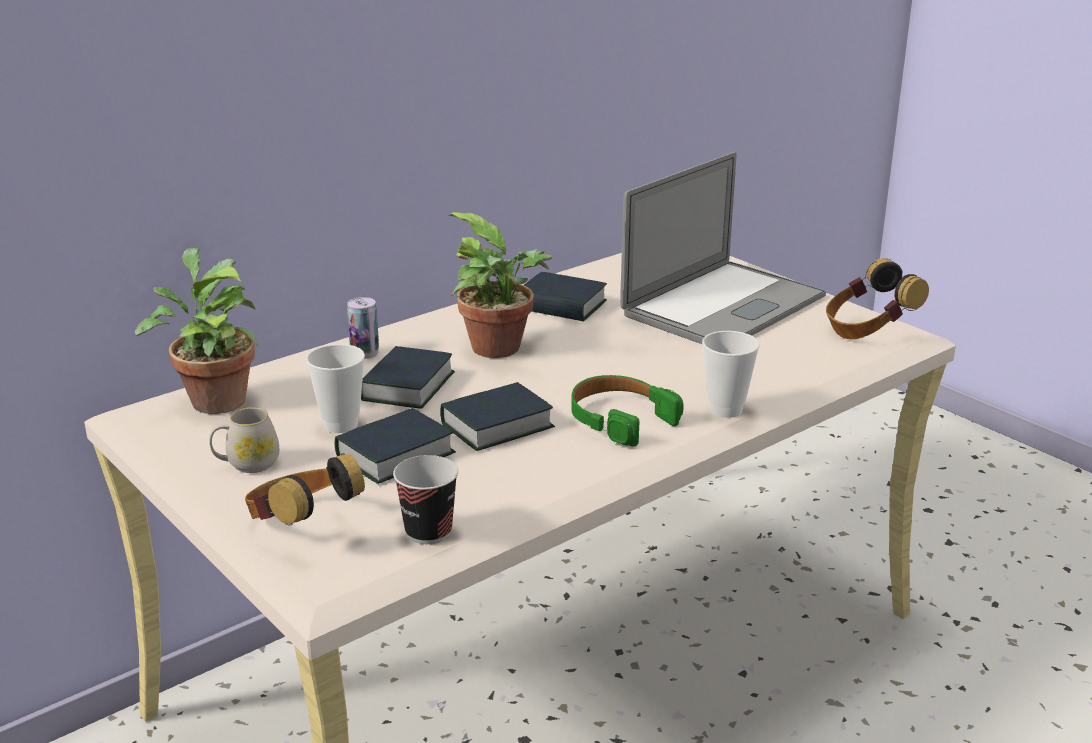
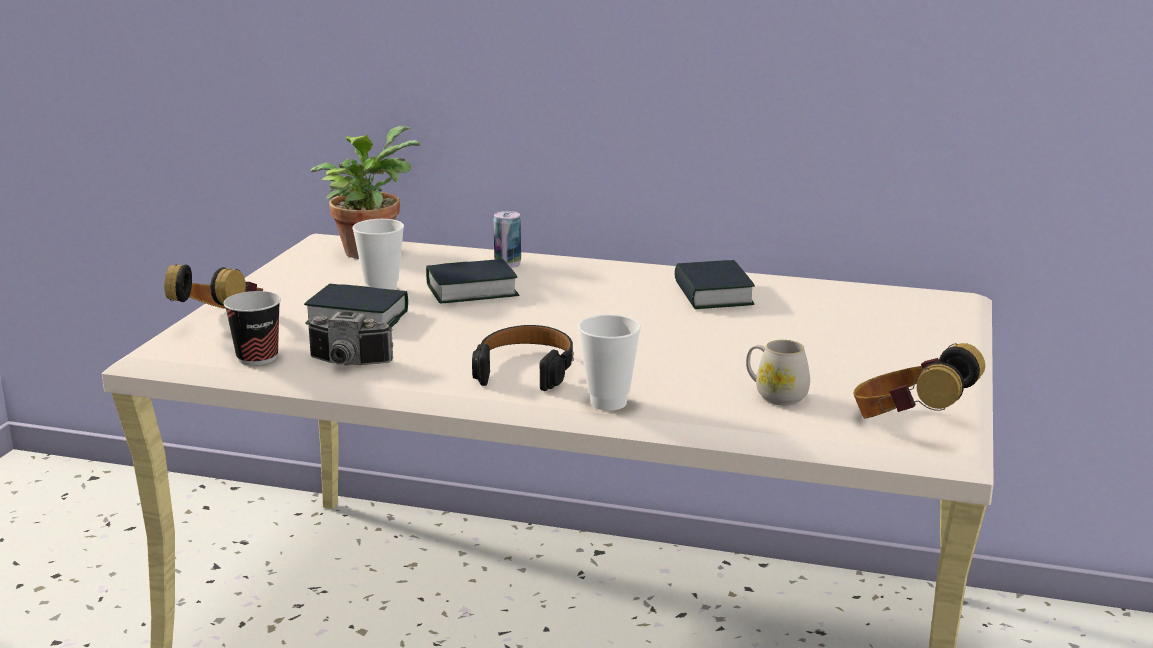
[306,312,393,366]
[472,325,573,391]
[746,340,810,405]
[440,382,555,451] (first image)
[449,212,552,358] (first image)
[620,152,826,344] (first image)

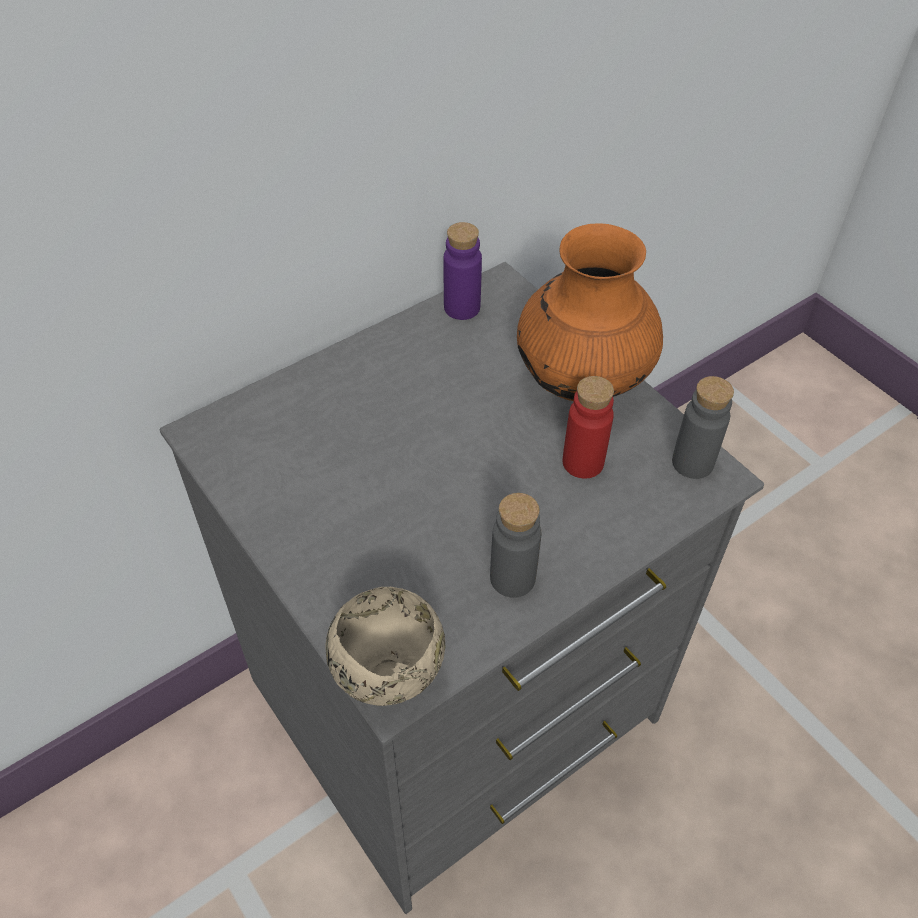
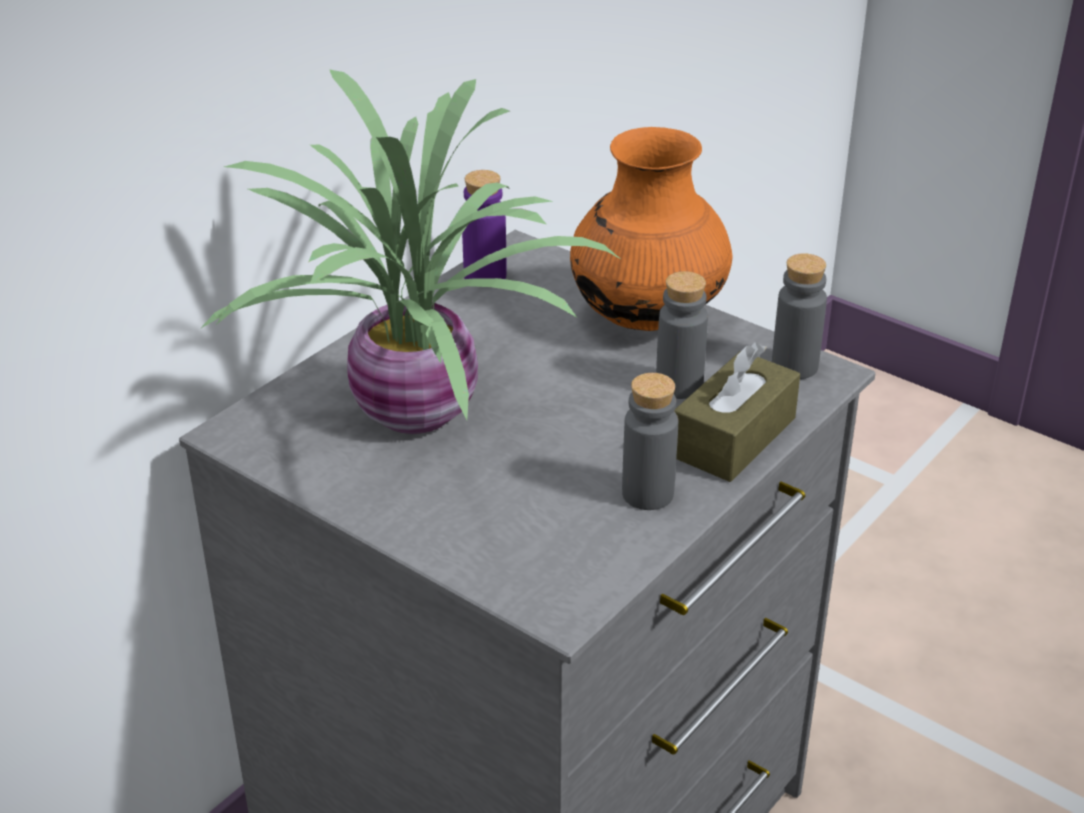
[200,69,622,434]
[656,271,708,399]
[674,342,800,482]
[325,587,445,706] (first image)

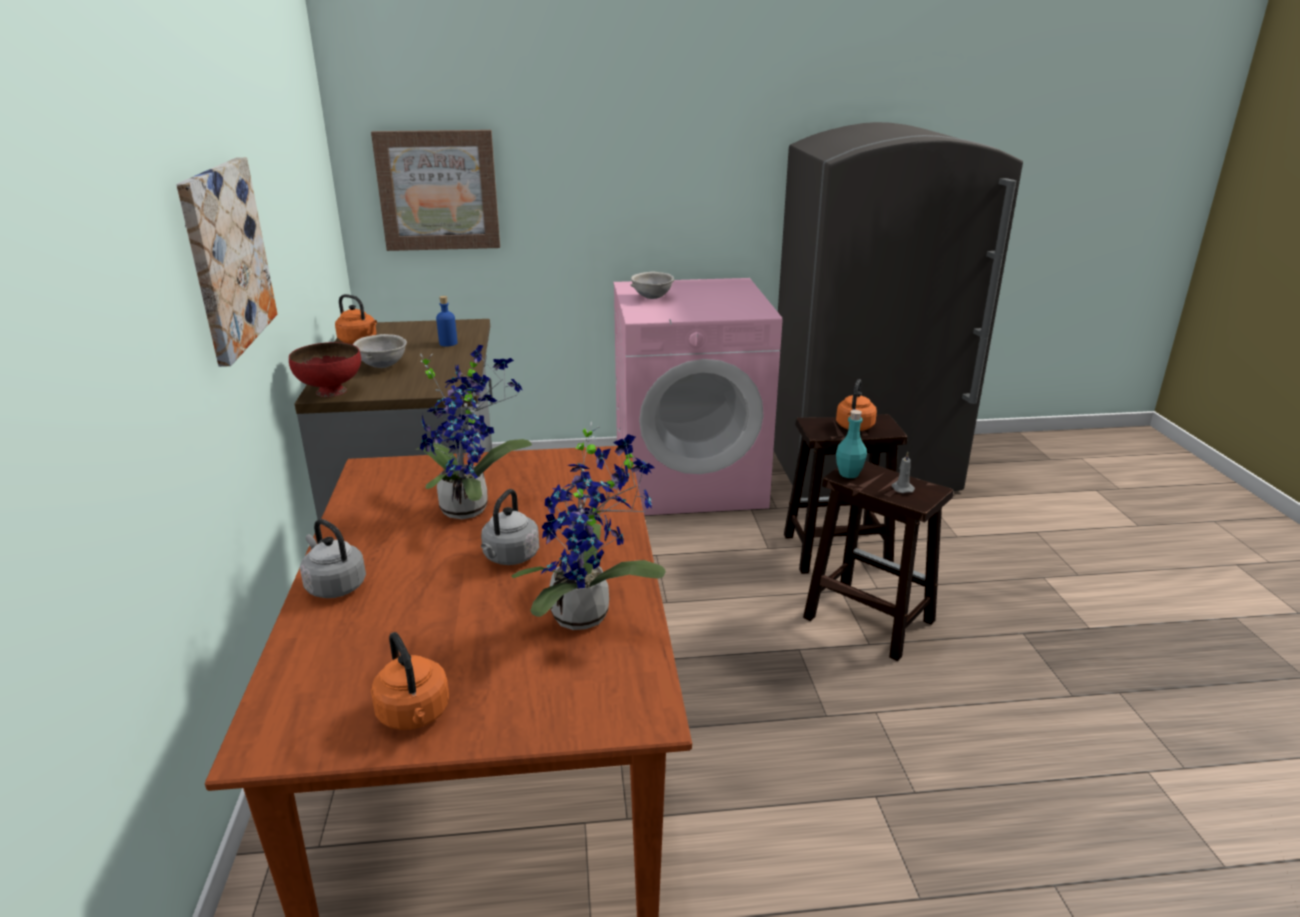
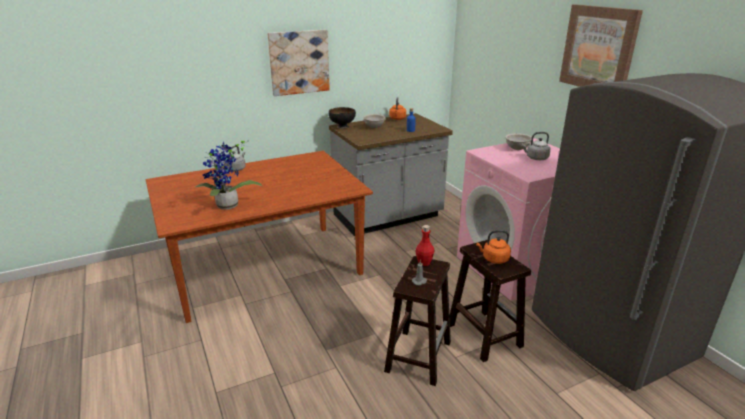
[329,107,356,129]
[416,225,435,266]
[521,132,551,160]
[559,4,643,87]
[371,632,449,730] (first image)
[415,345,532,519] (first image)

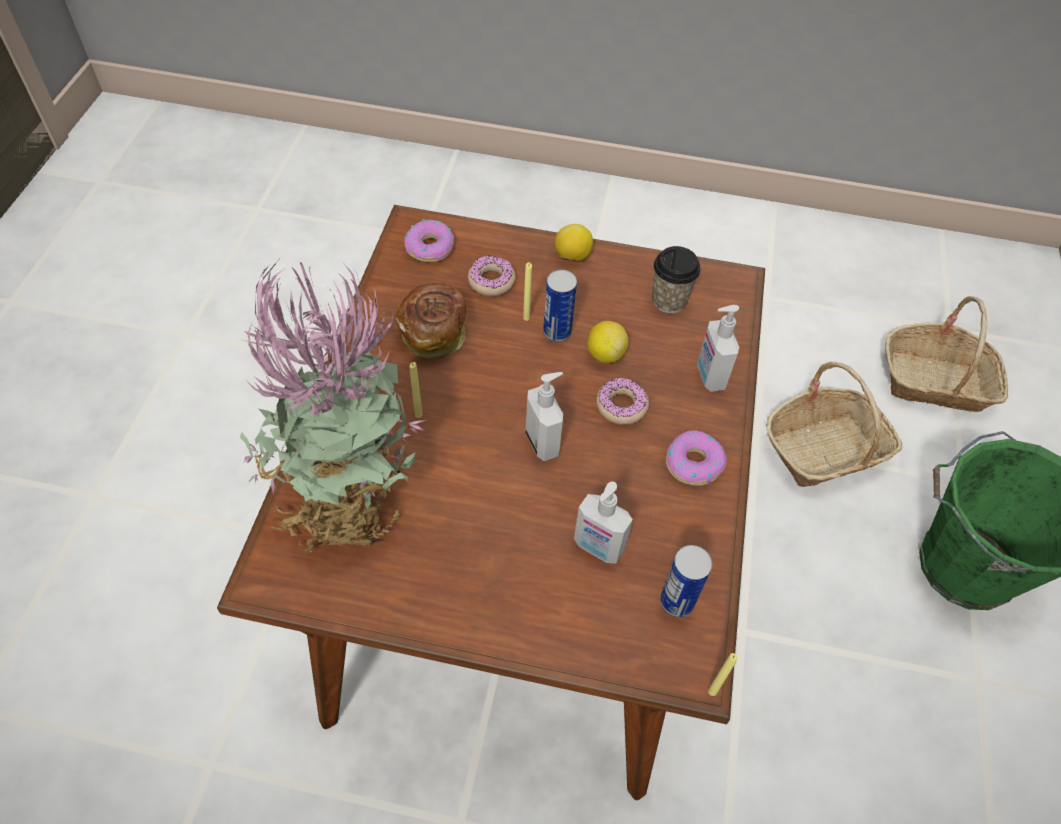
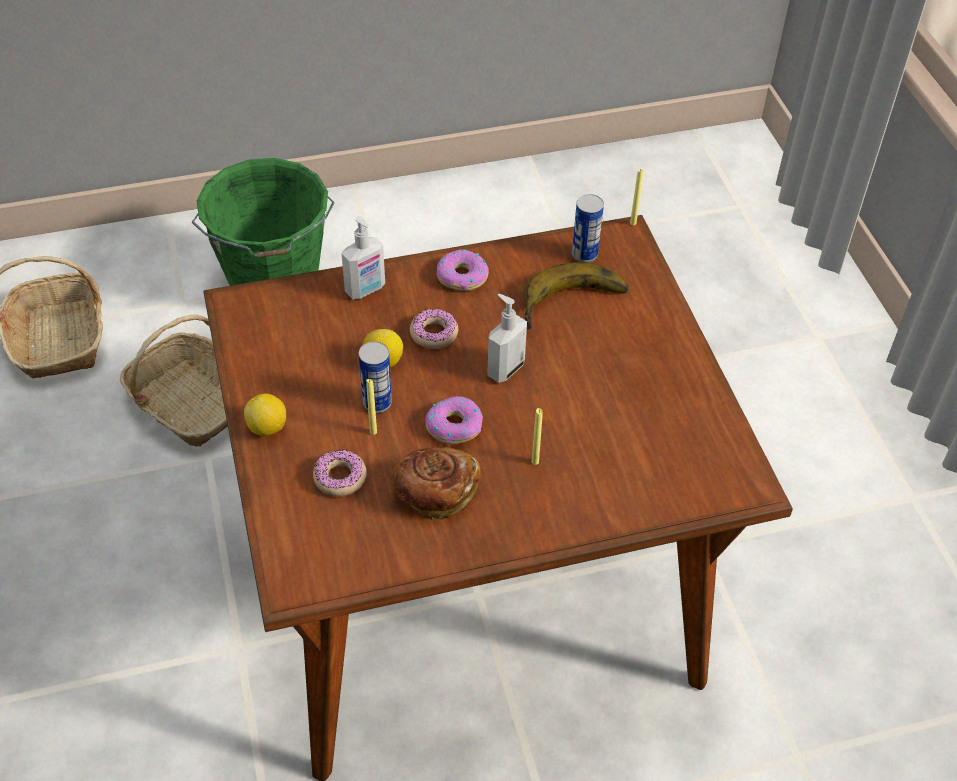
[426,396,483,444]
[523,262,628,329]
[240,261,426,553] (first image)
[652,246,701,313] (first image)

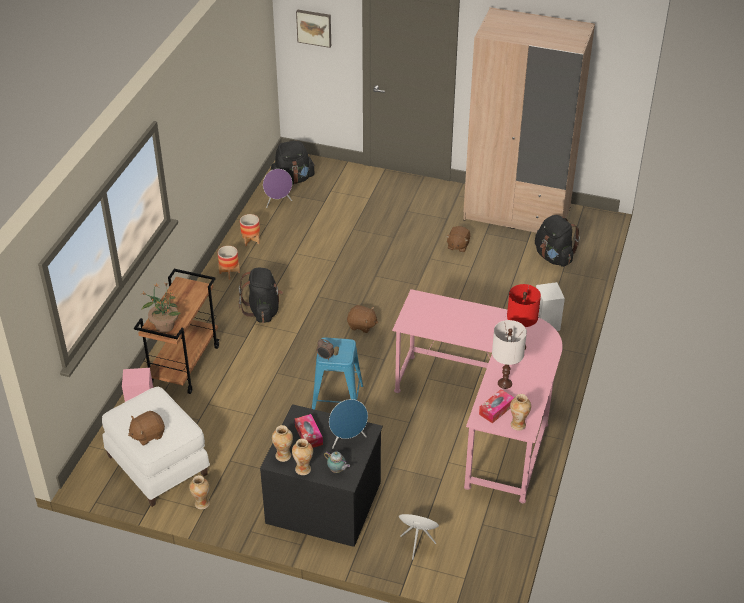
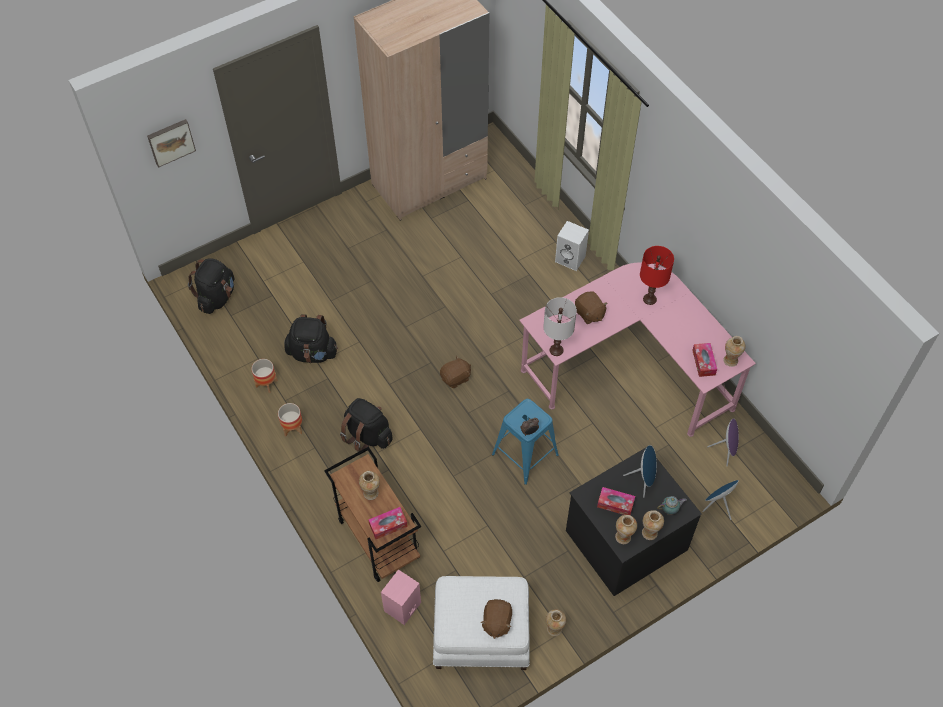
[284,314,338,363]
[359,471,380,500]
[368,507,408,539]
[543,297,577,356]
[575,291,608,324]
[707,418,739,466]

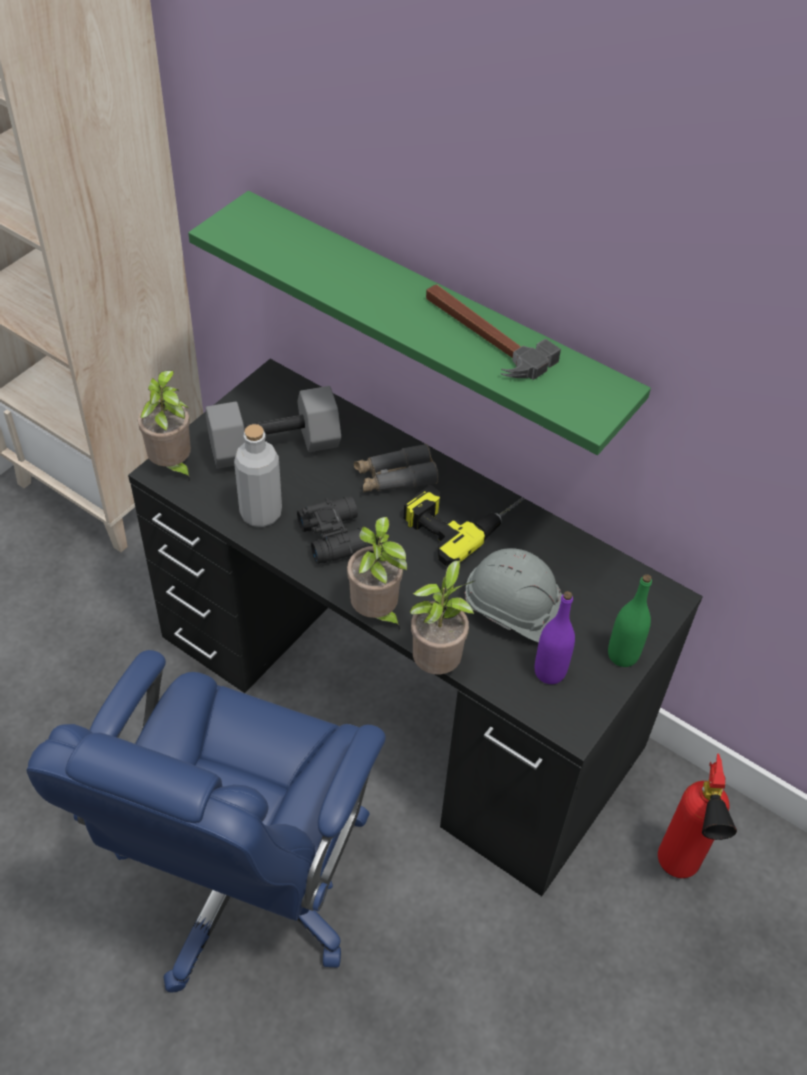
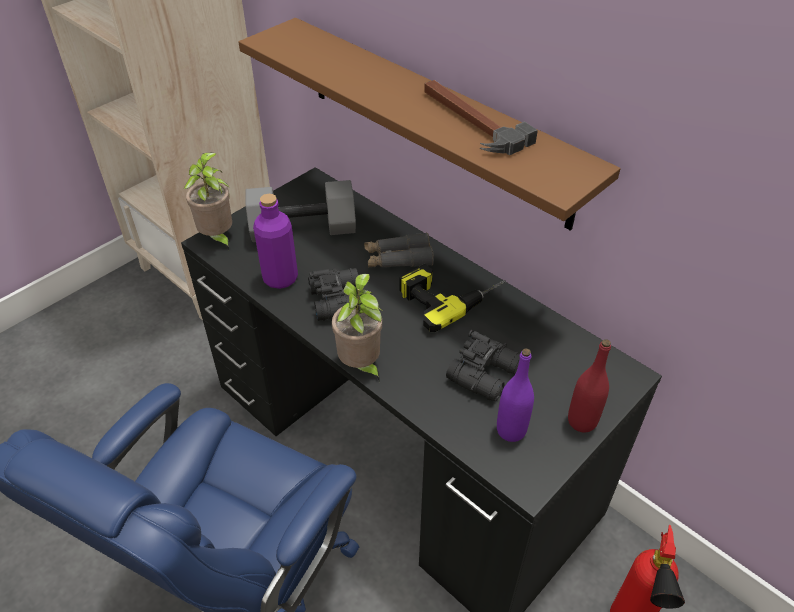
[238,18,621,231]
[253,194,298,289]
[446,330,520,402]
[568,339,611,432]
[410,560,476,674] (first image)

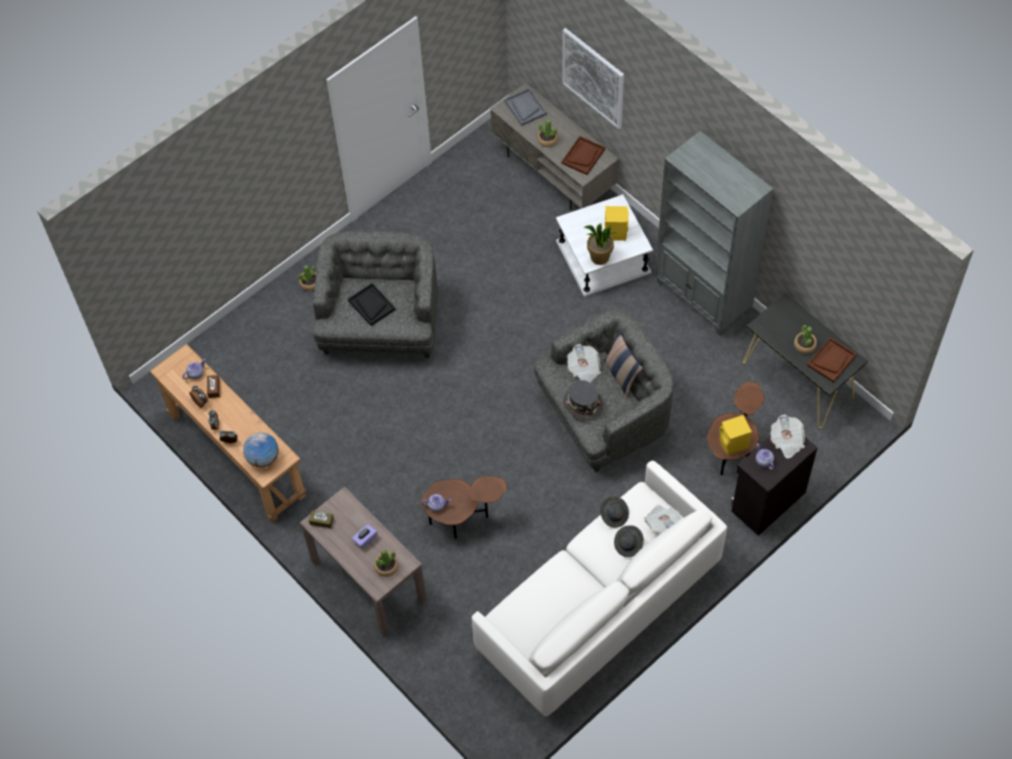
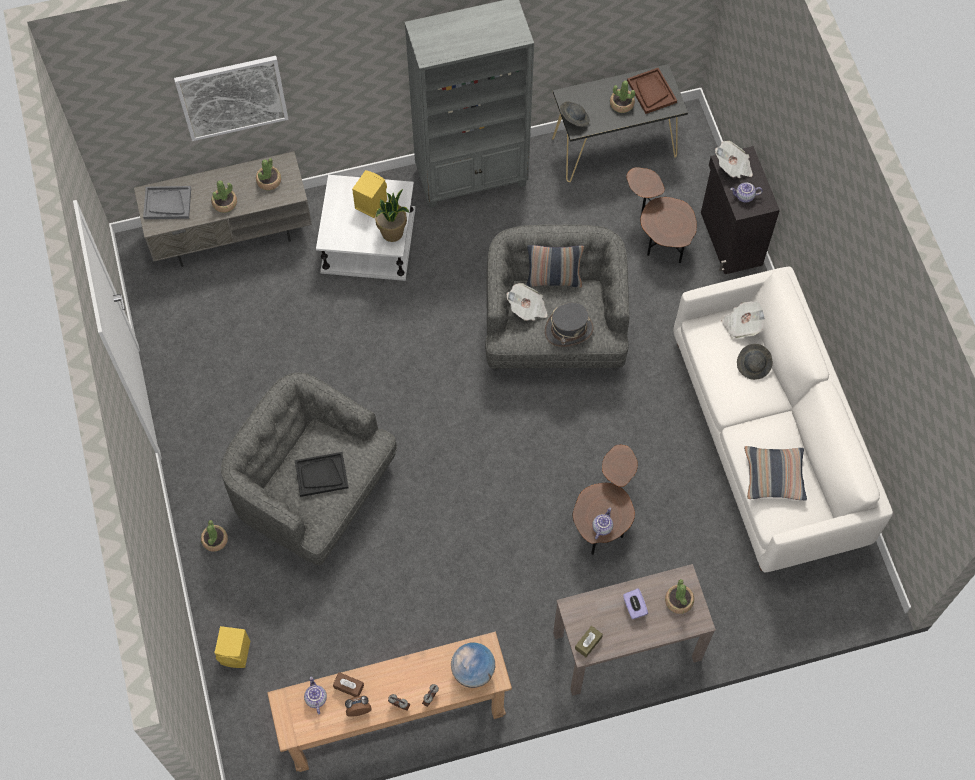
[214,626,250,668]
[256,158,281,190]
[560,101,590,127]
[744,446,807,501]

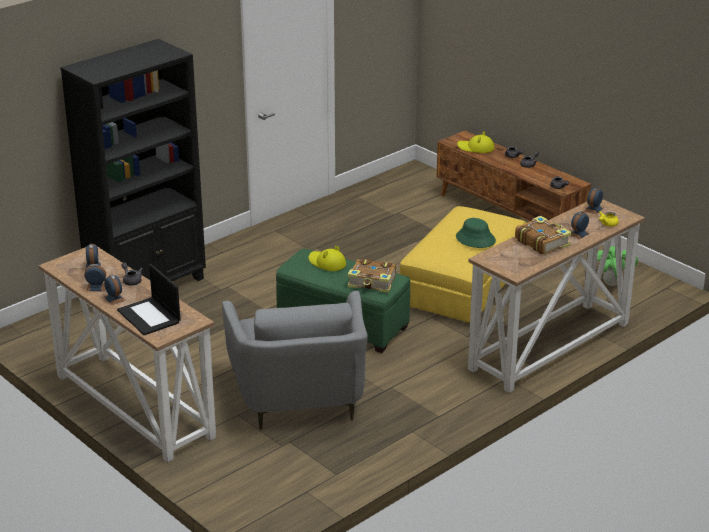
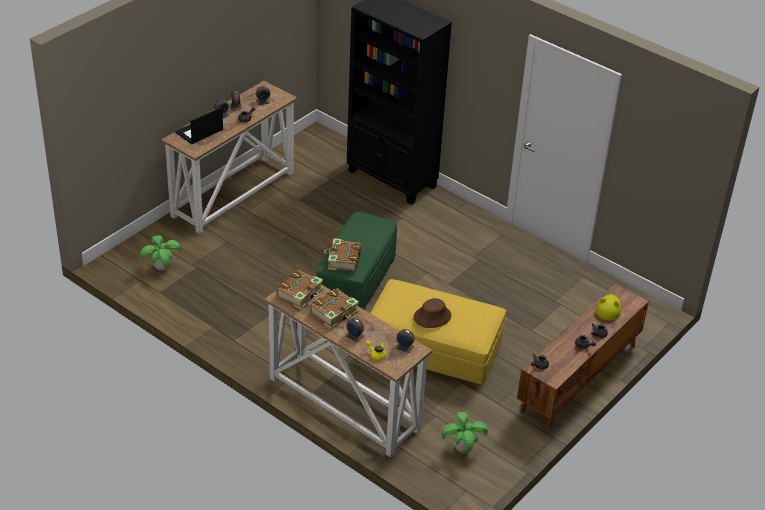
[140,235,181,271]
[277,270,323,310]
[413,298,451,328]
[222,291,368,430] (first image)
[309,246,346,271] (first image)

